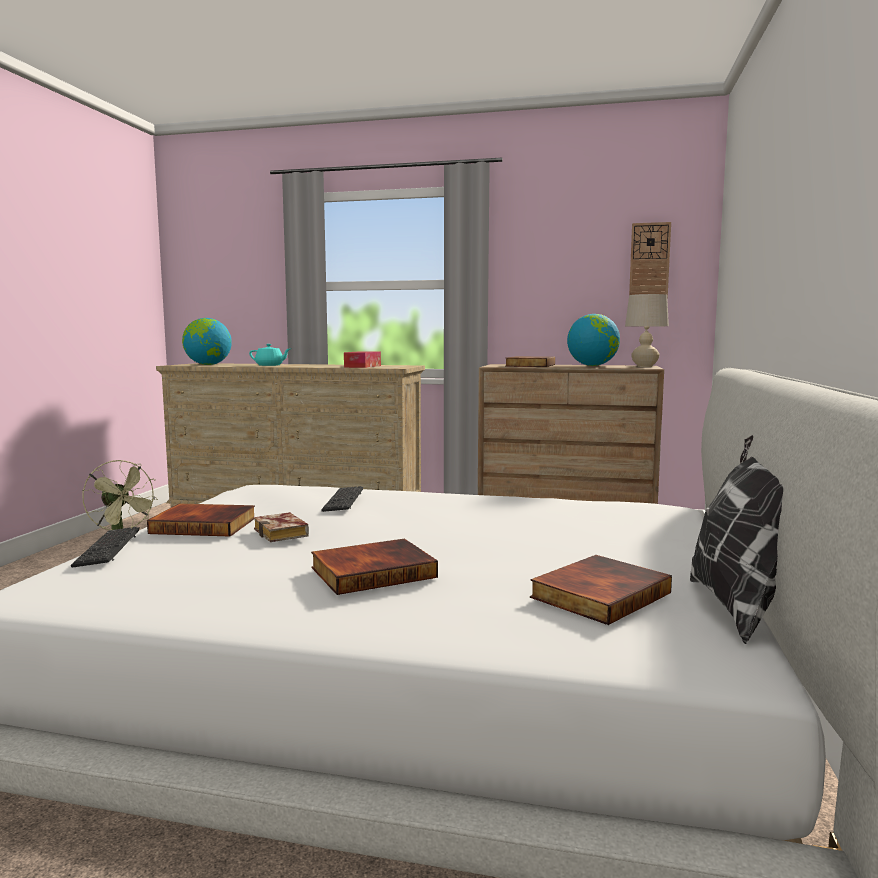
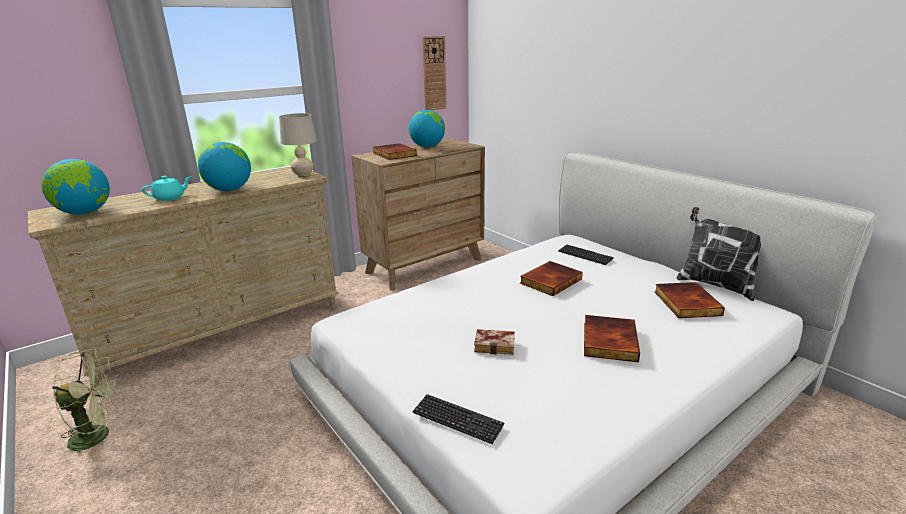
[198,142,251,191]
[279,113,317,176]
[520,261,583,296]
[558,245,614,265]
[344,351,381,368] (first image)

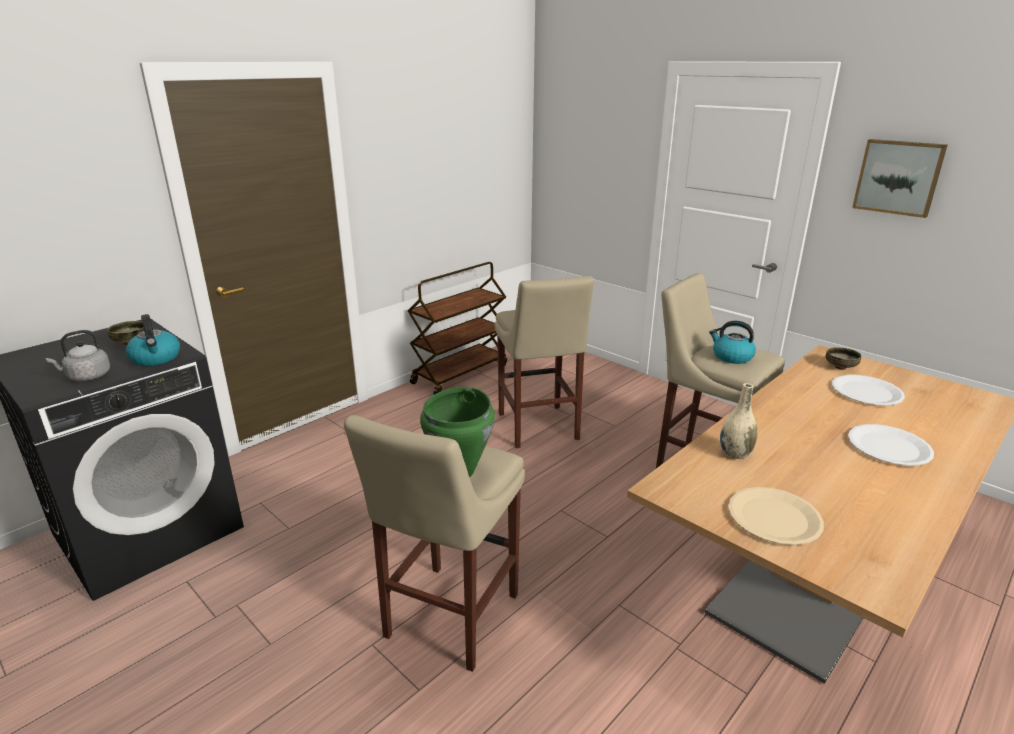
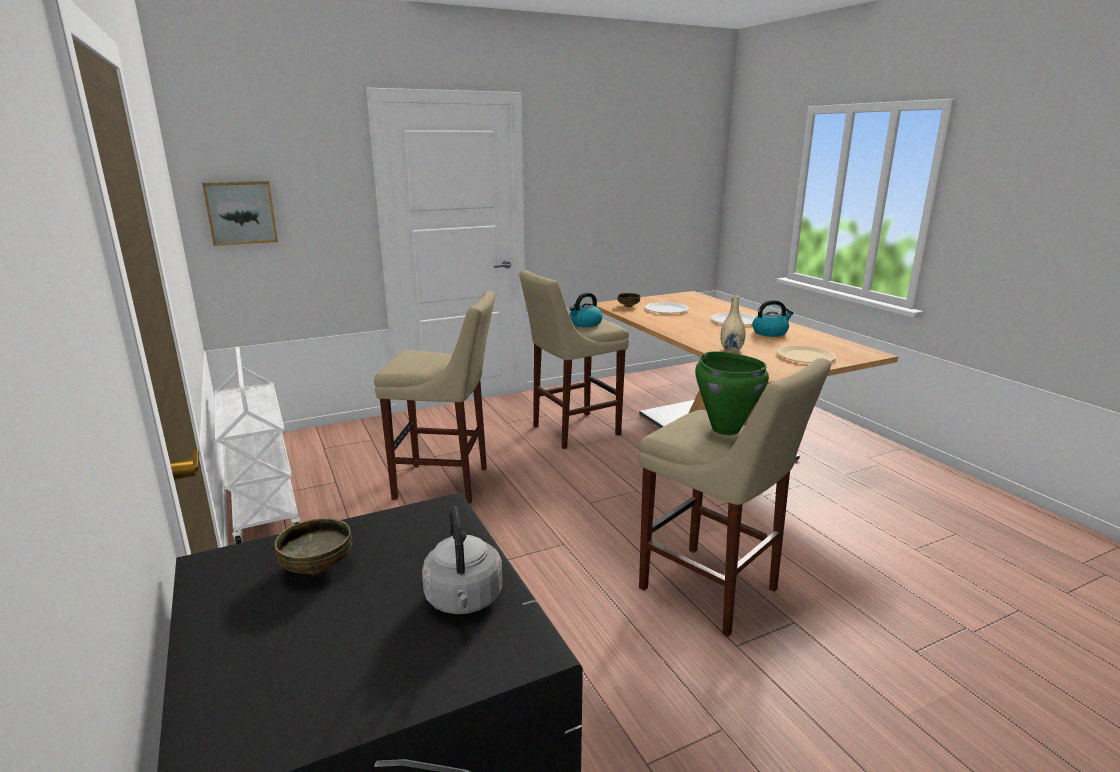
[202,181,278,246]
[215,347,300,544]
[752,300,794,337]

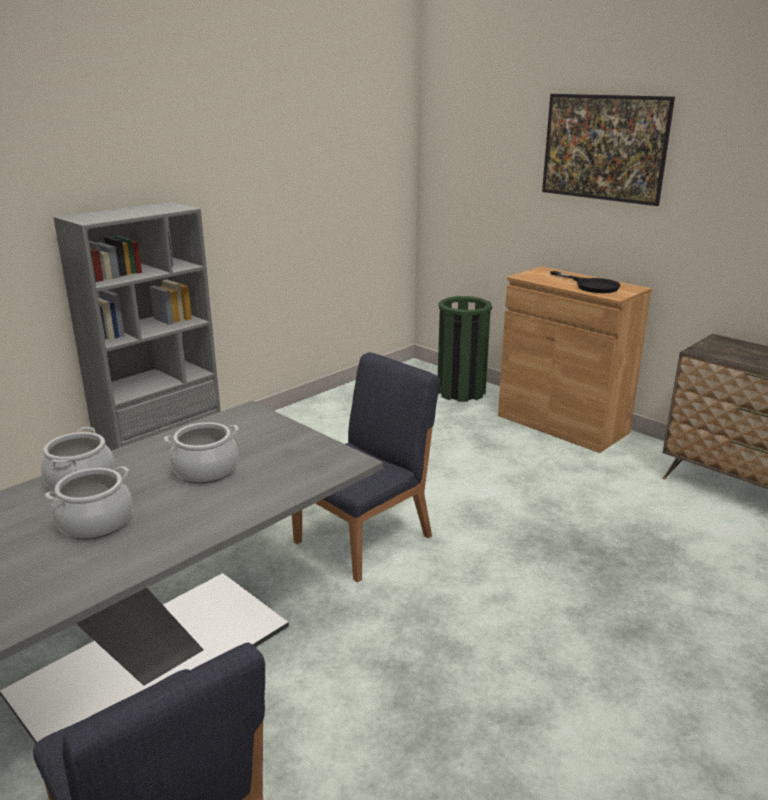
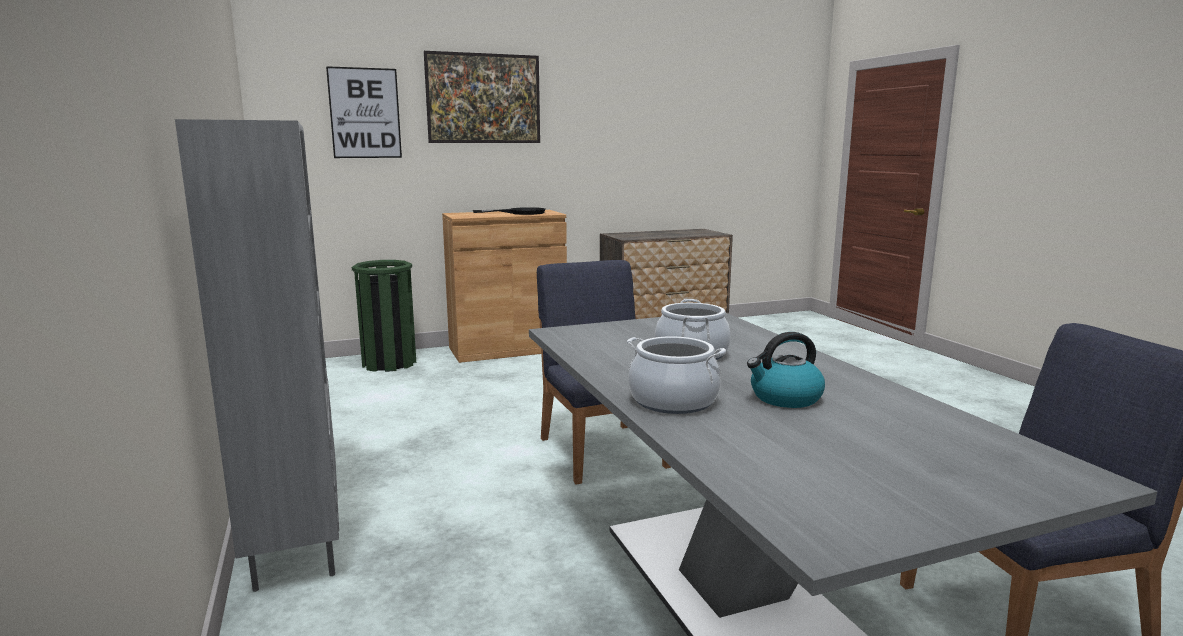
[326,66,402,158]
[747,332,825,408]

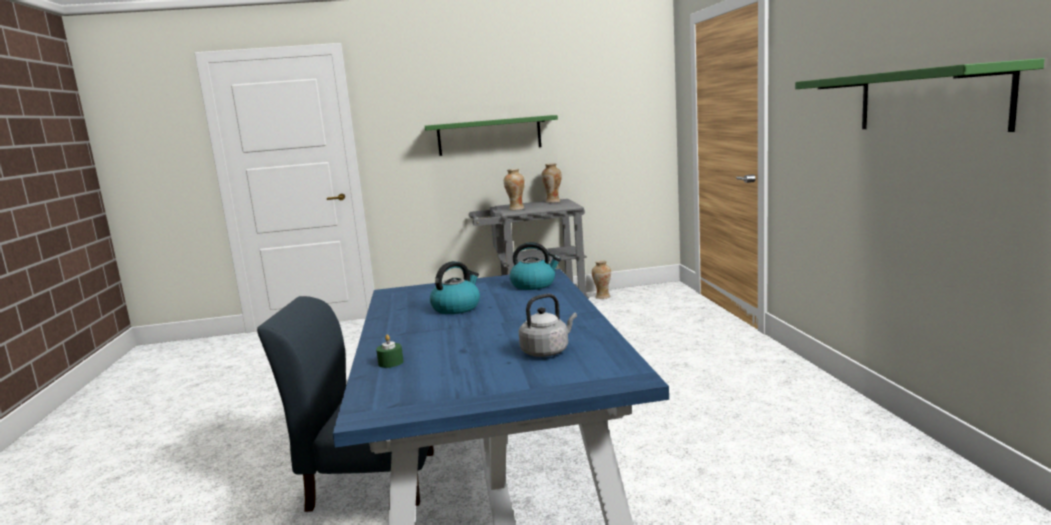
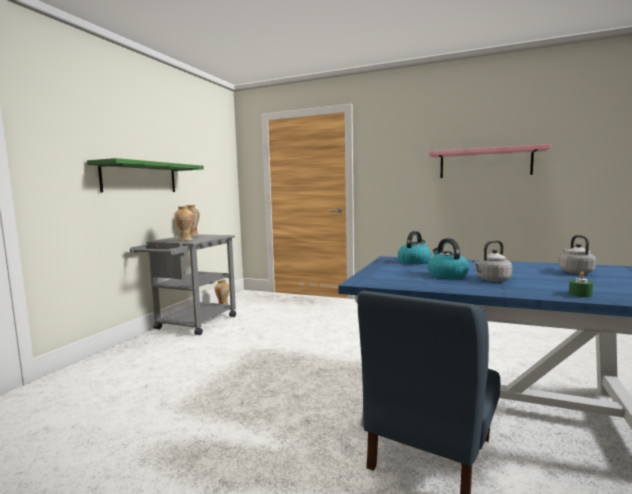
[428,144,551,178]
[472,240,512,282]

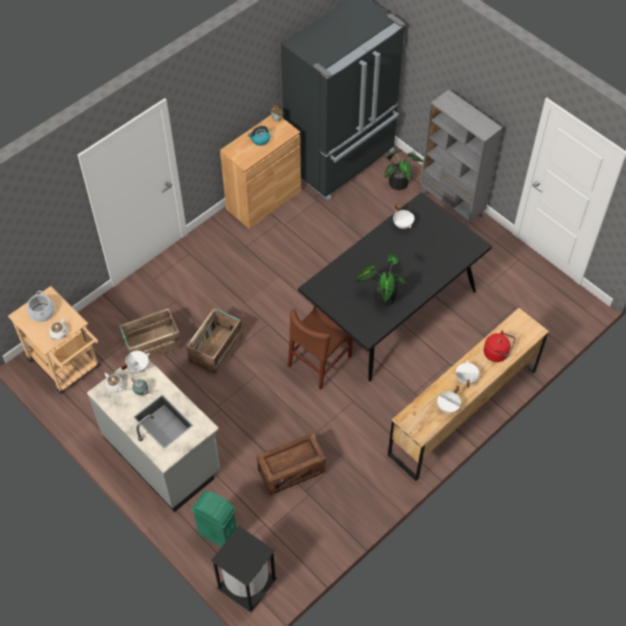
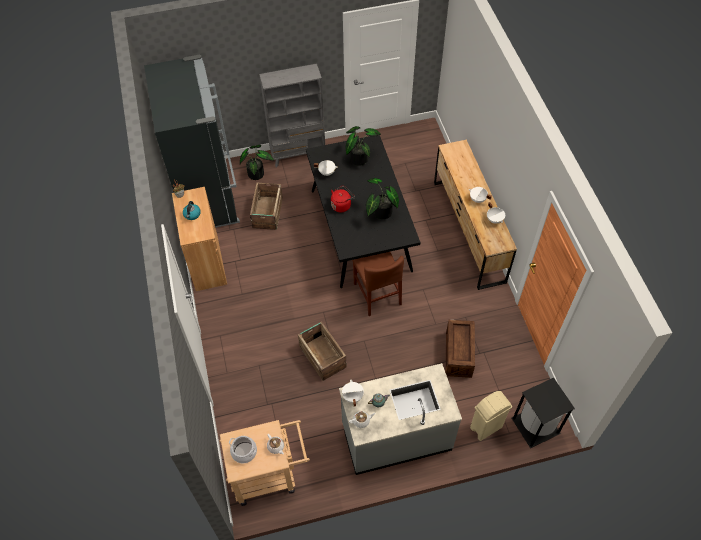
[250,183,283,230]
[331,185,355,212]
[346,126,381,166]
[470,391,512,441]

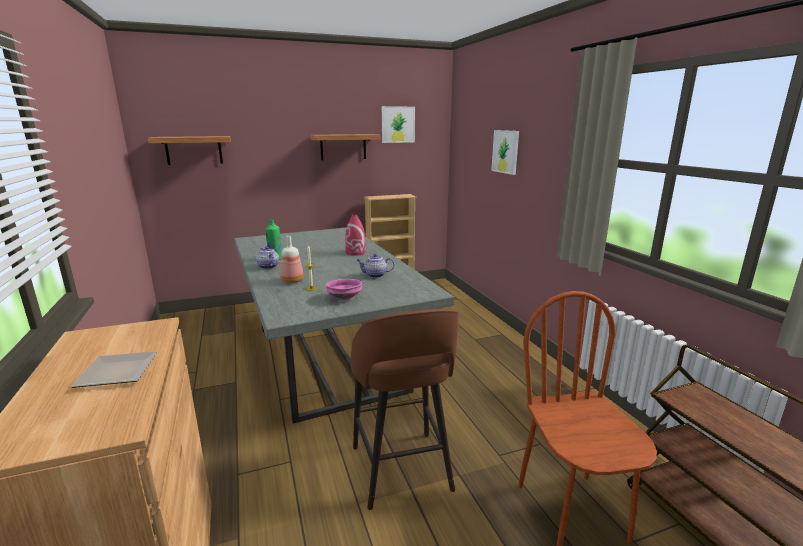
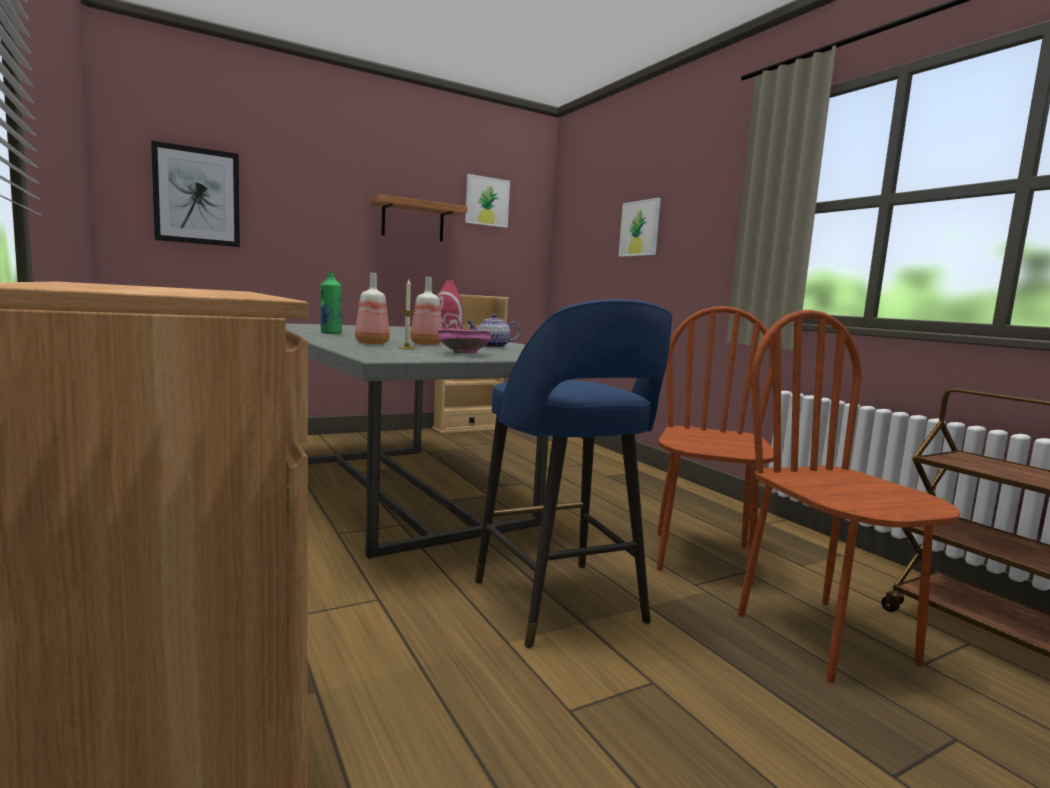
[151,140,240,247]
[410,277,443,345]
[475,299,672,648]
[657,306,774,585]
[71,351,157,388] (first image)
[256,246,279,269] (first image)

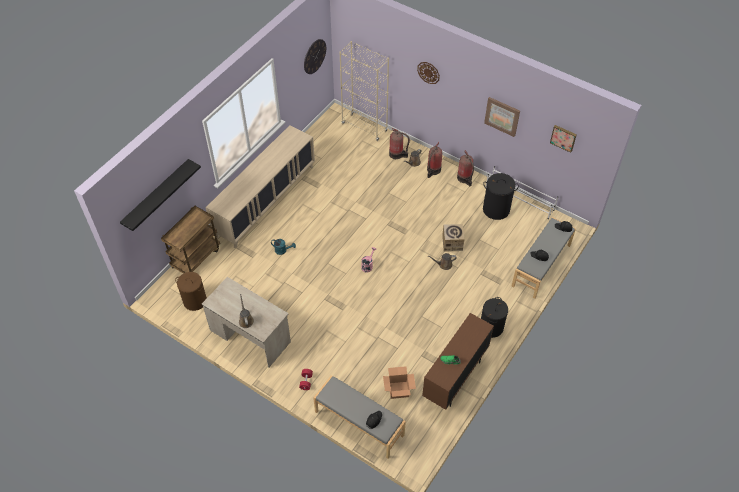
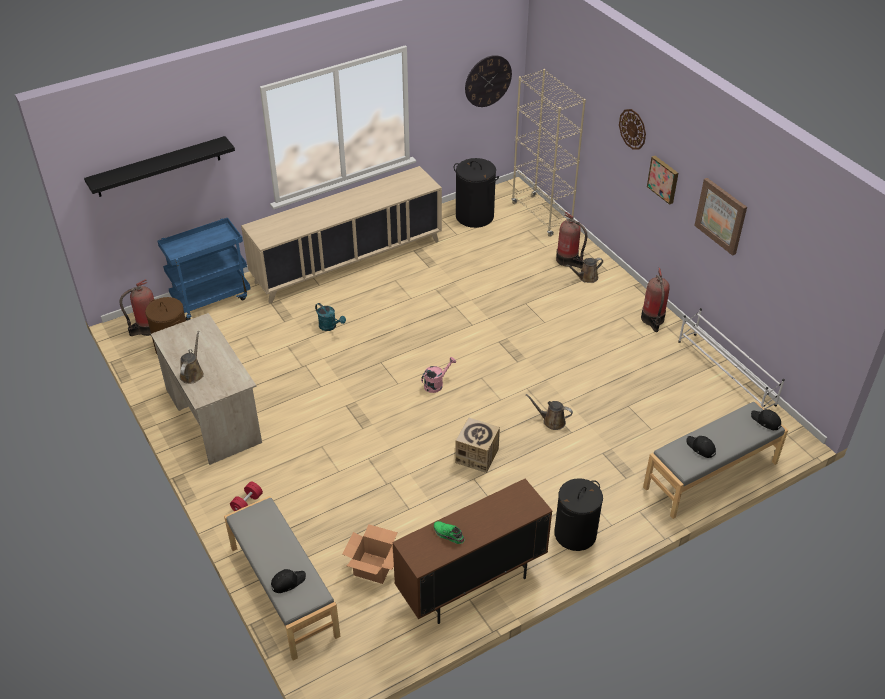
[120,279,154,336]
[157,218,251,321]
[454,158,499,228]
[455,417,500,473]
[647,156,678,205]

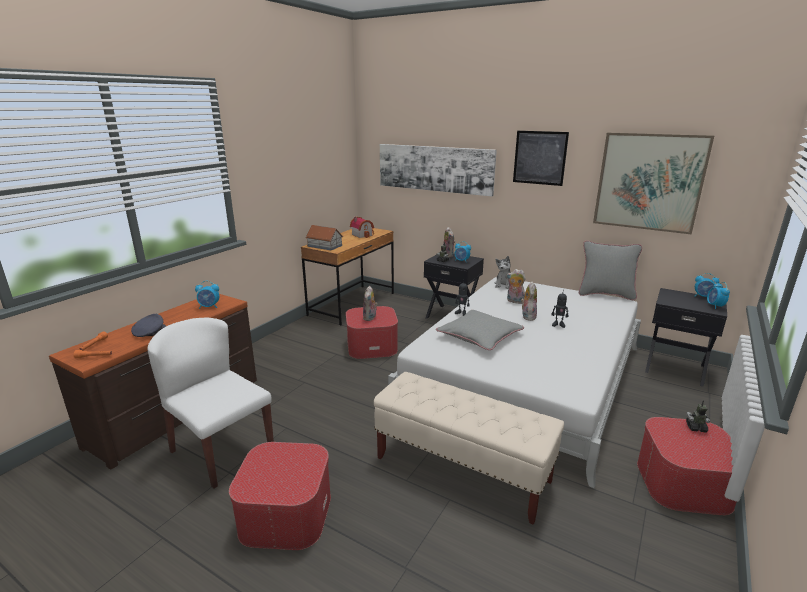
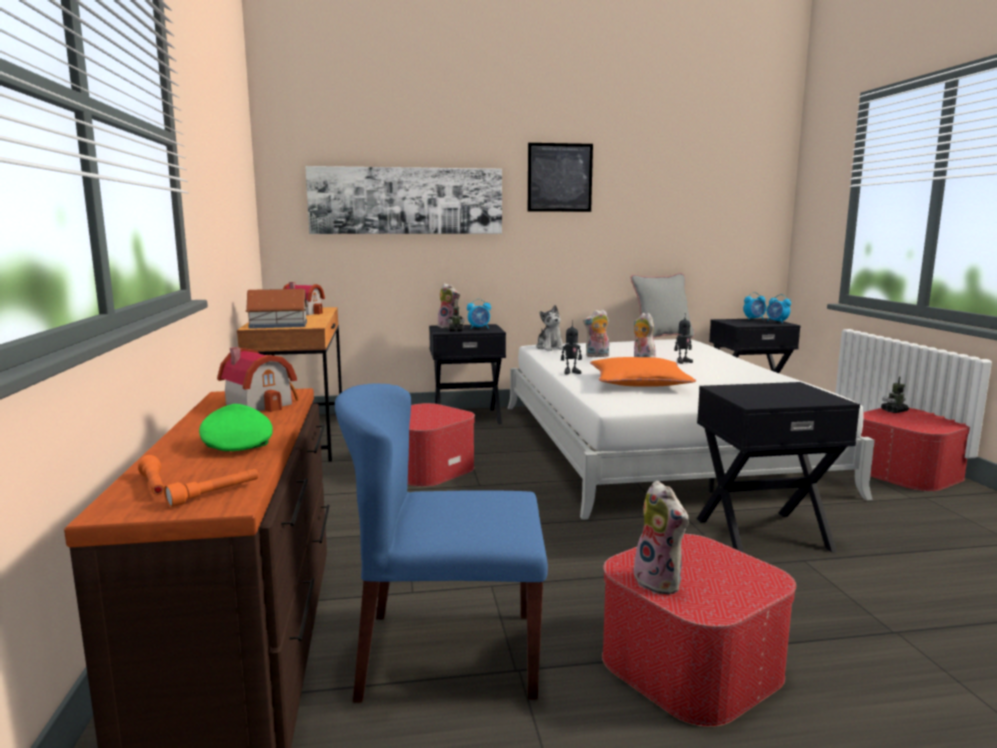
[199,404,273,451]
[217,347,299,412]
[335,384,548,703]
[590,357,696,387]
[634,481,689,594]
[697,382,860,553]
[593,133,714,235] (first image)

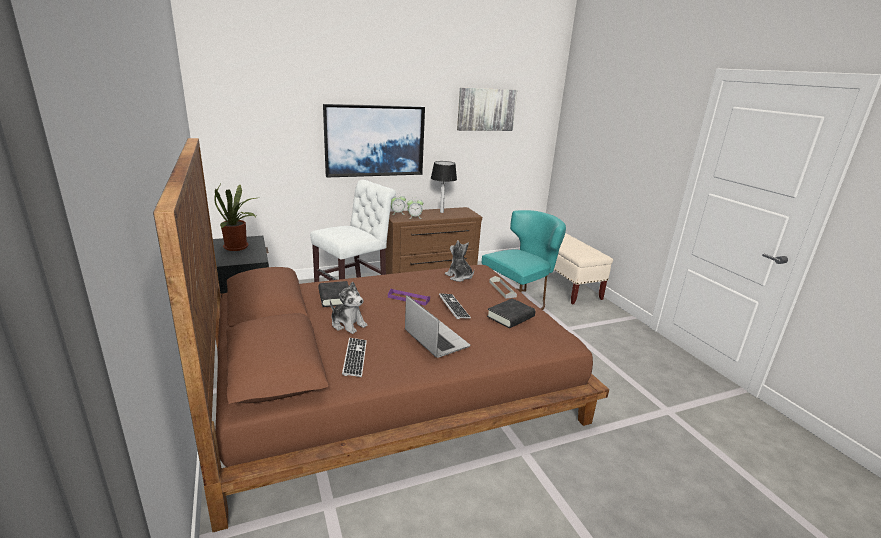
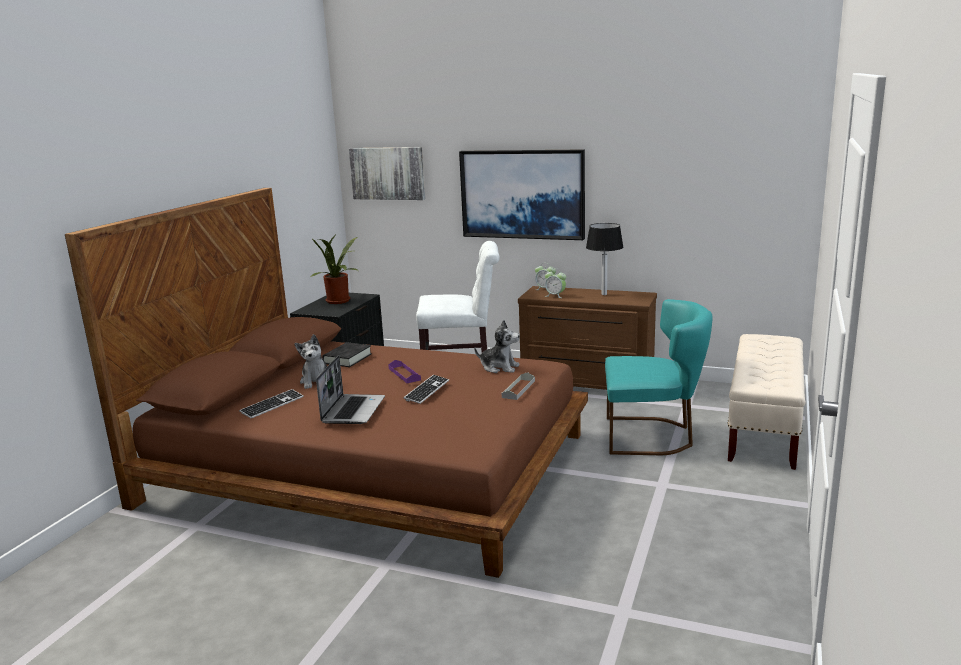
[349,147,425,200]
[474,320,520,373]
[487,298,536,328] (first image)

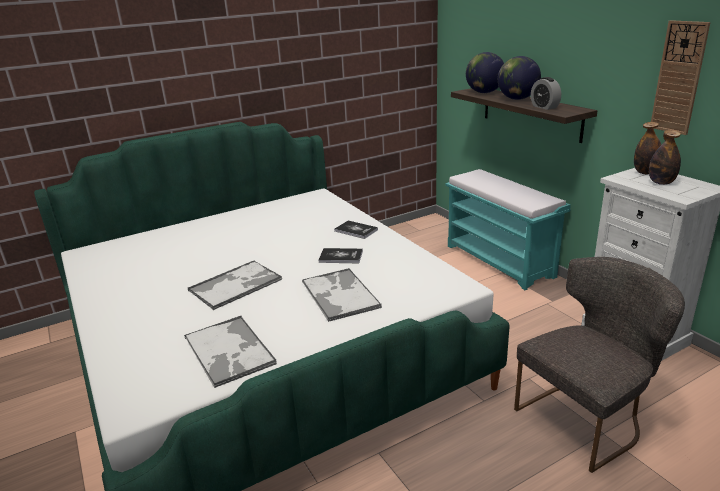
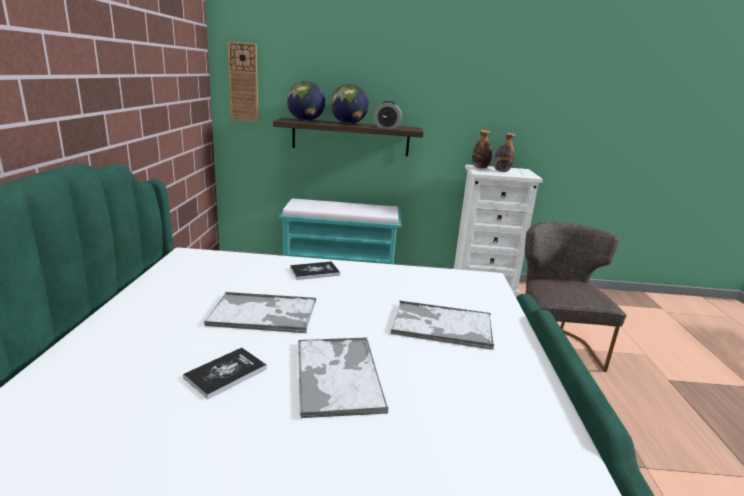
[183,348,267,399]
[204,292,316,333]
[228,41,258,122]

